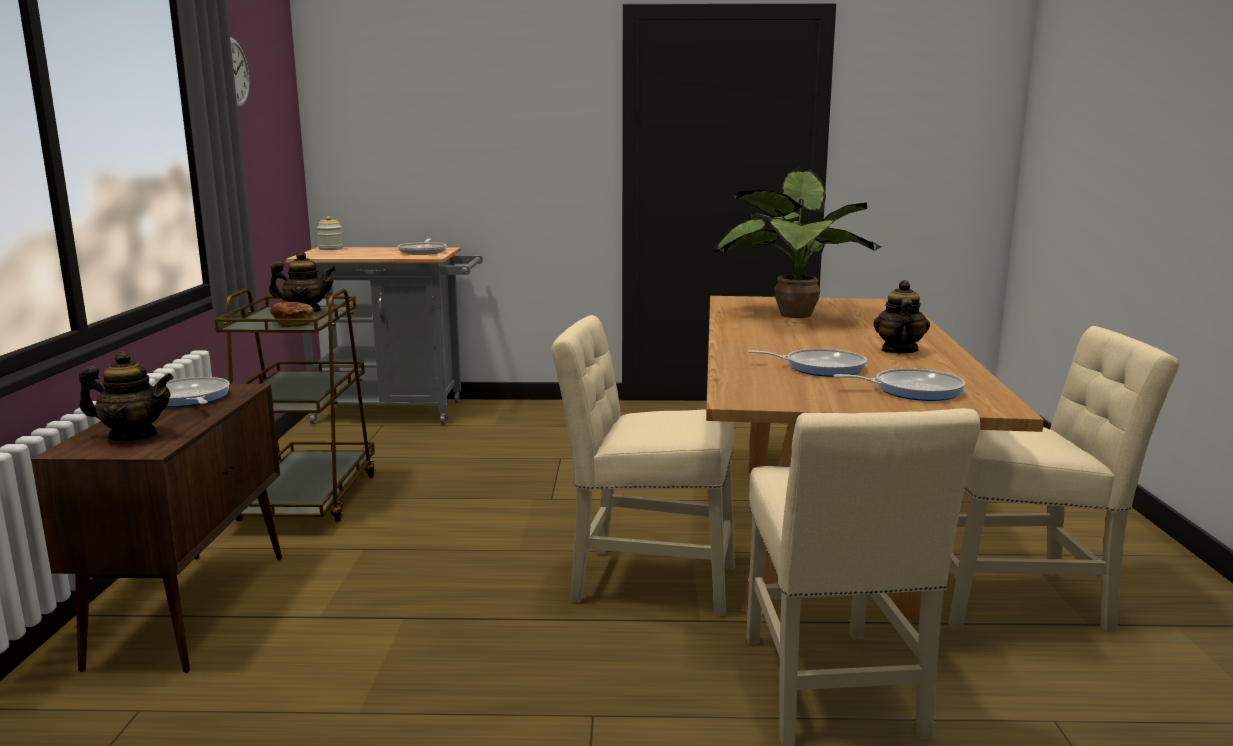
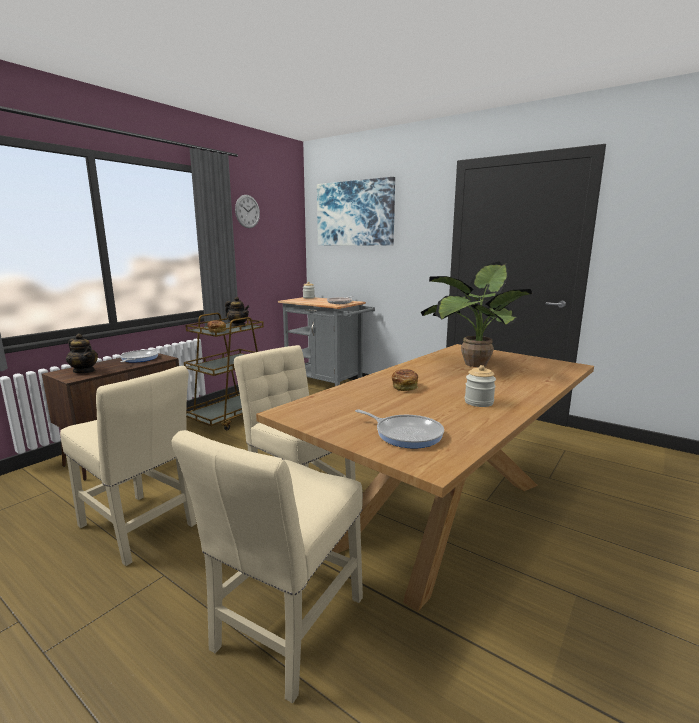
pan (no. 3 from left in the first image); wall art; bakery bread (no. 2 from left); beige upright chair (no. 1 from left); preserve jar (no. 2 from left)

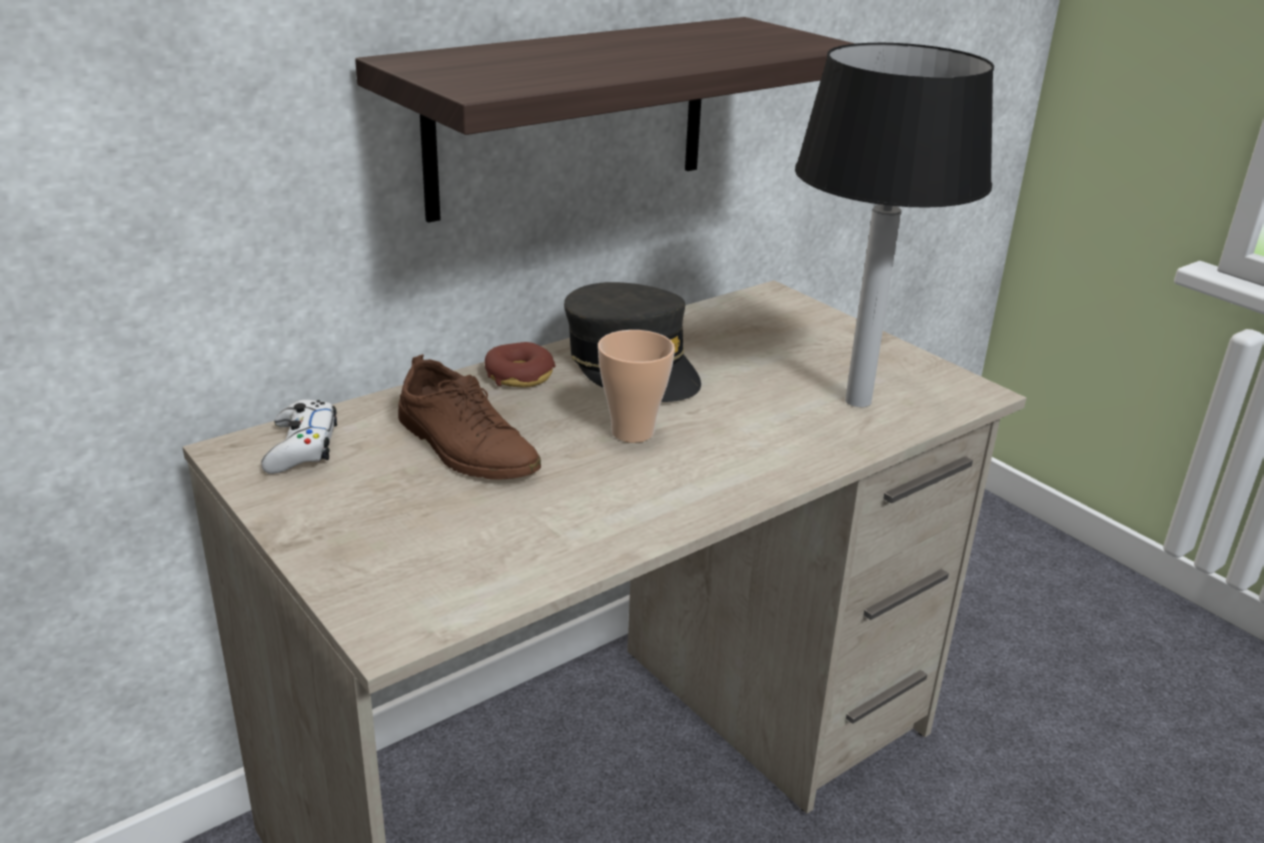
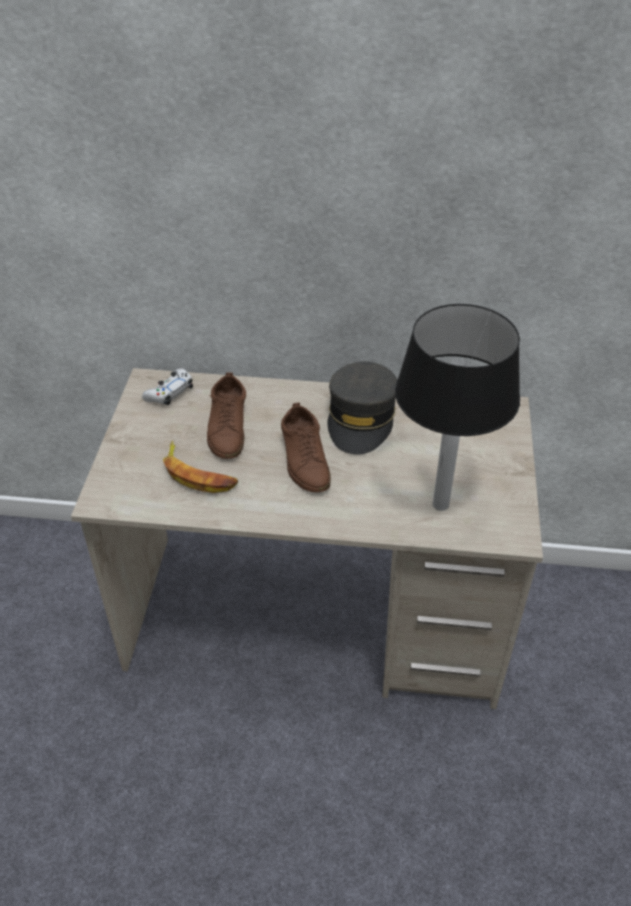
bracket shelf; doughnut; banana fruit; brown low shoe (no. 2 from left)

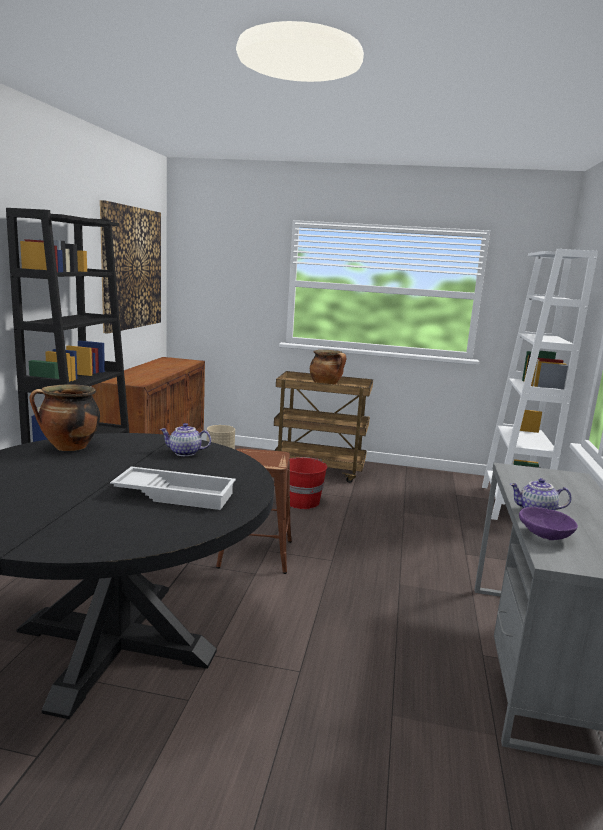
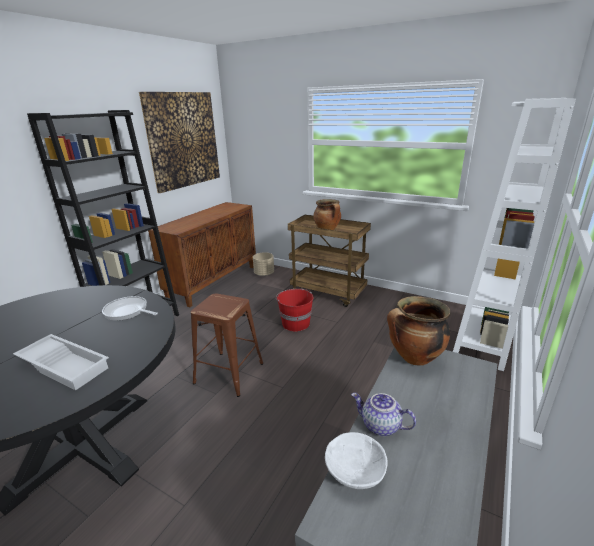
stockpot (no. 2 from left); pan; whitish serving bowl

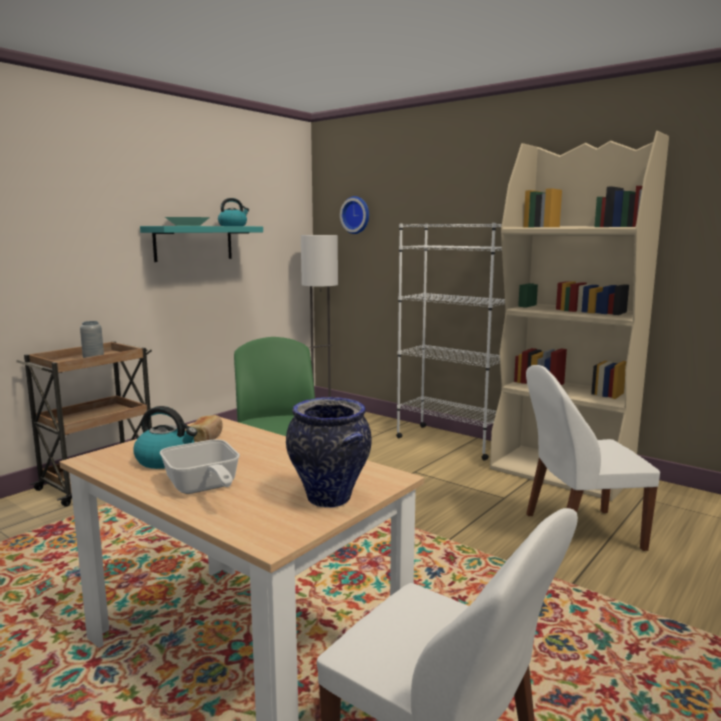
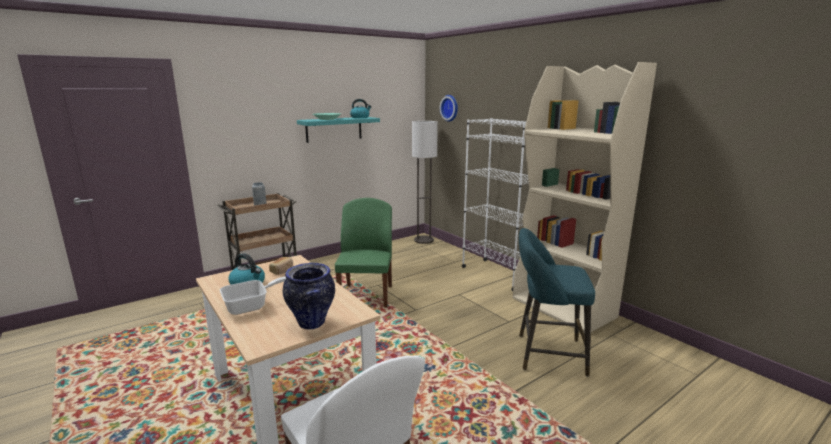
turquoise sitting stool; pan

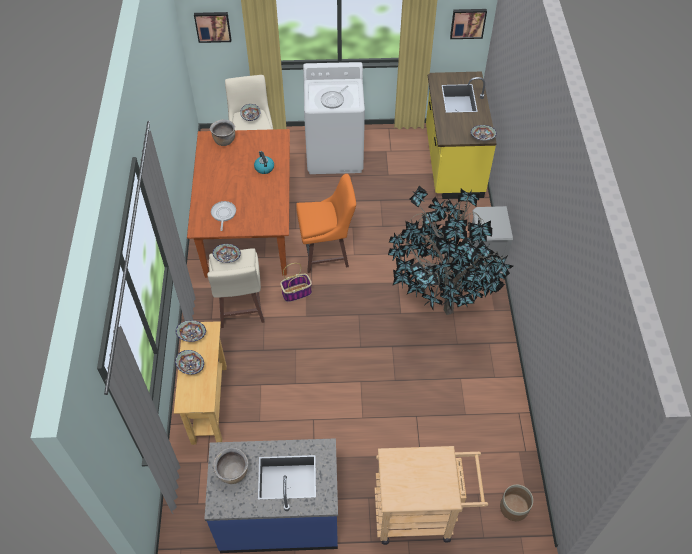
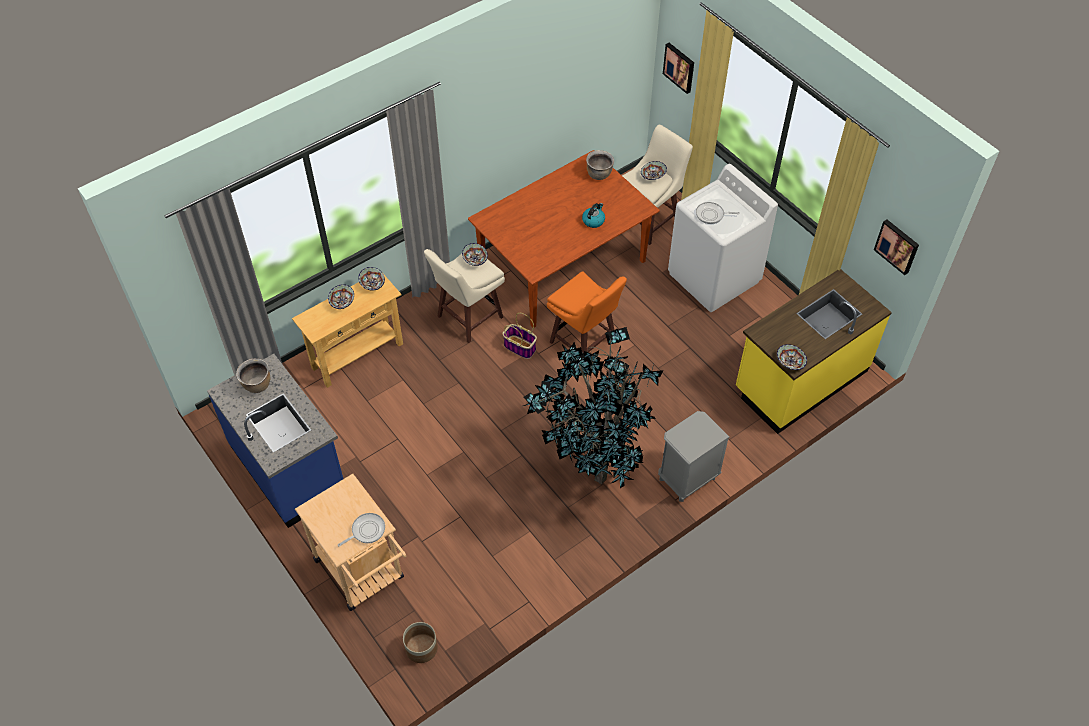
pan (no. 1 from left)

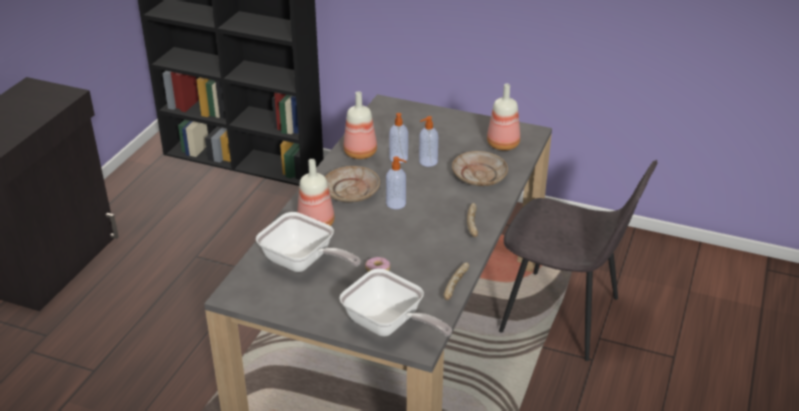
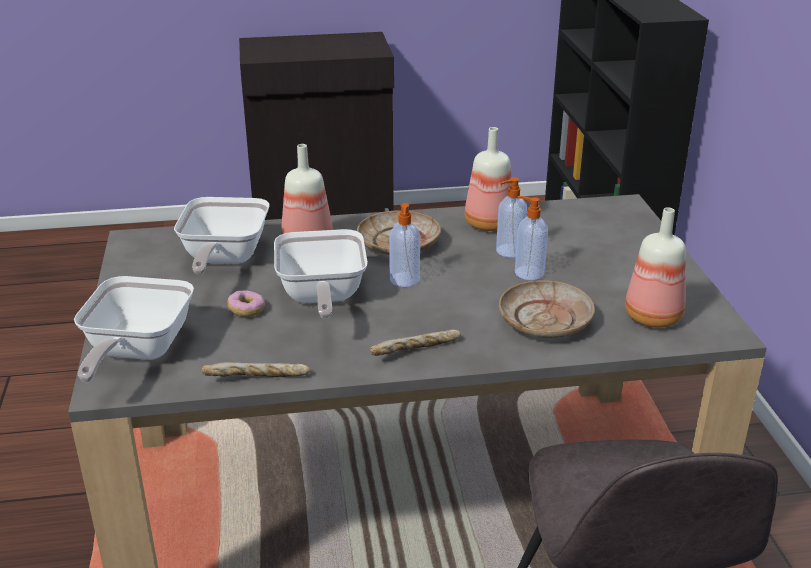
pan (no. 3 from left)

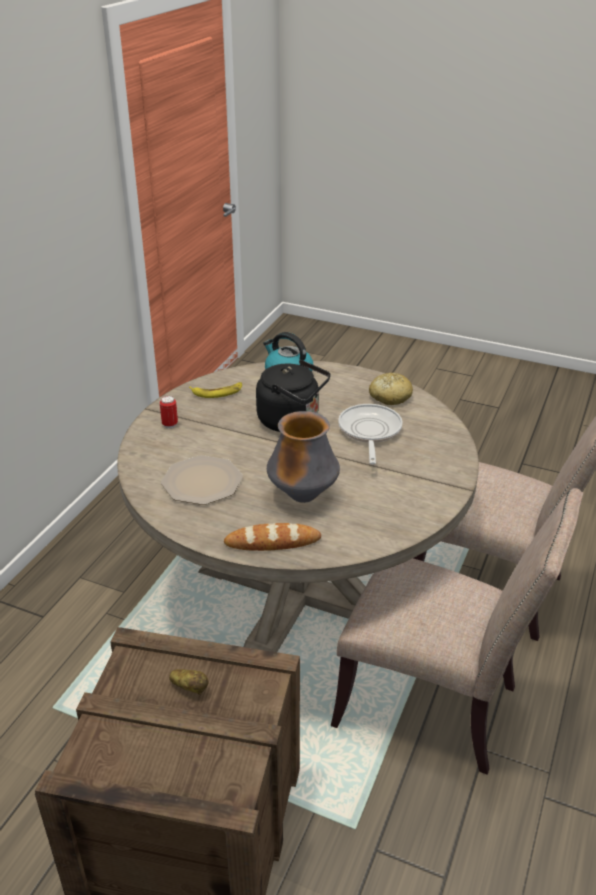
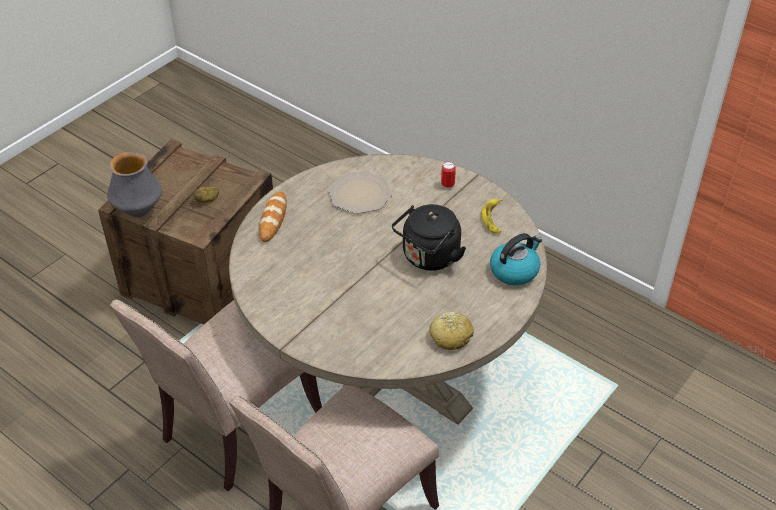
pan; vase

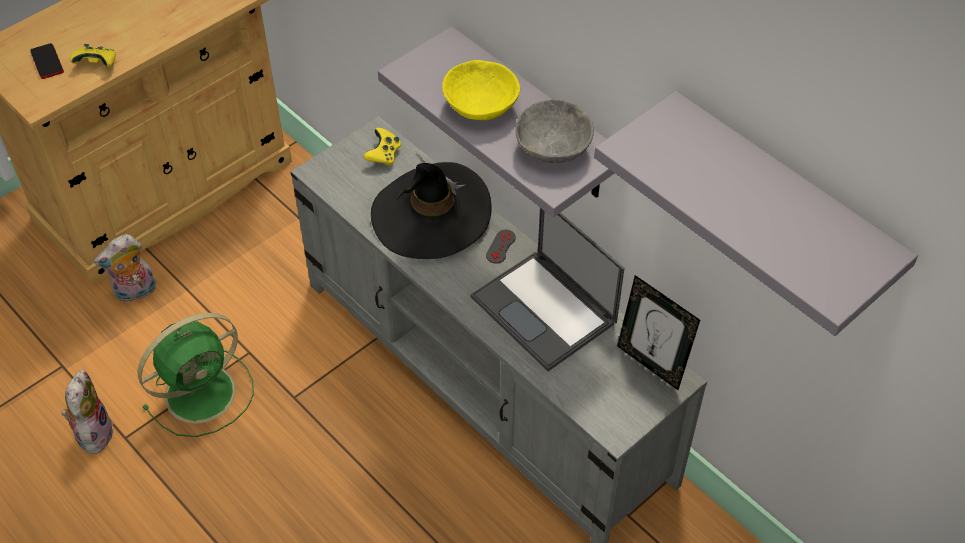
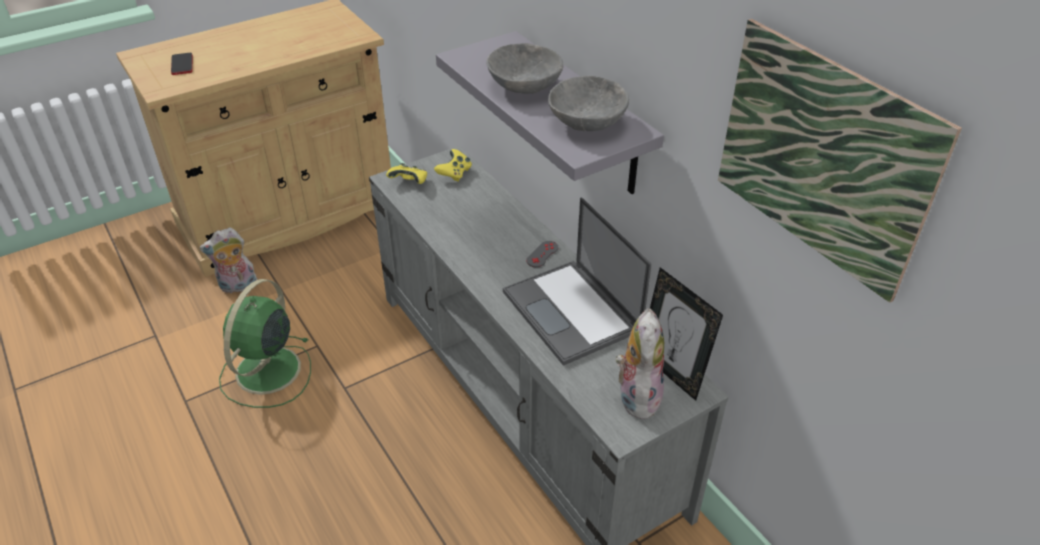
black-coloured hat; cuddly toy (no. 2 from left); yellow-coloured joypad (no. 1 from left); wall art; greyish serving bowl (no. 1 from left); green-coloured fan

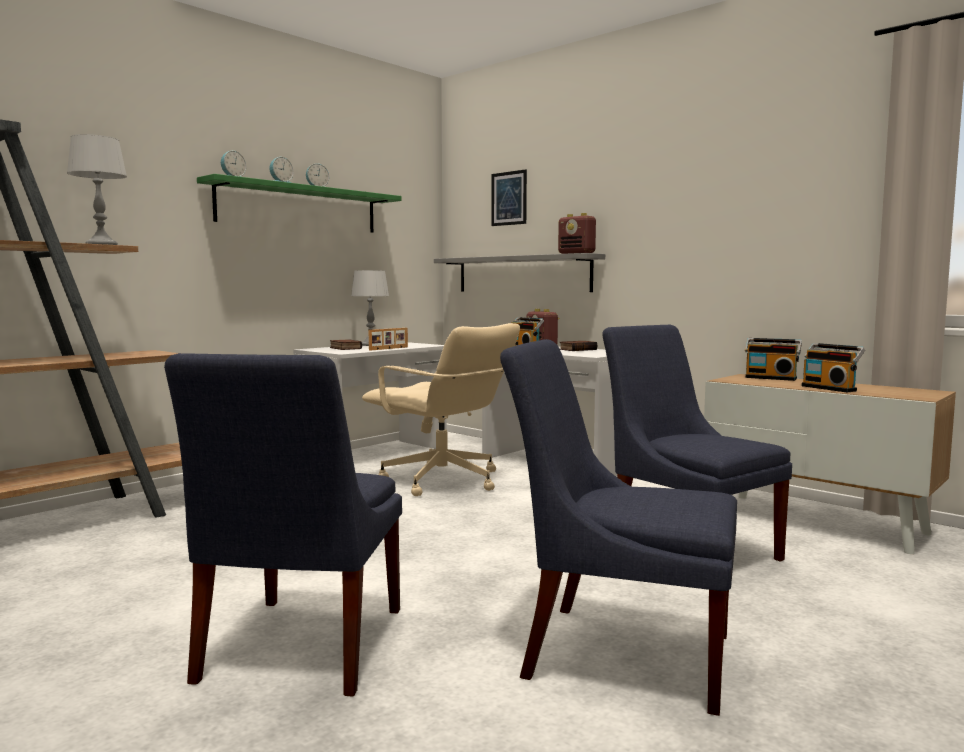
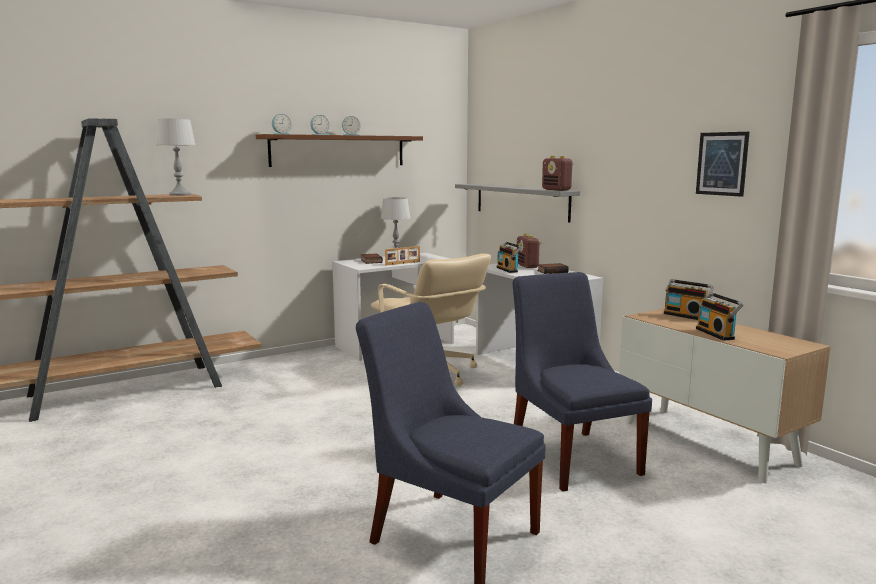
bluish upright chair (no. 1 from left in the first image); wall art; brown bracket shelf

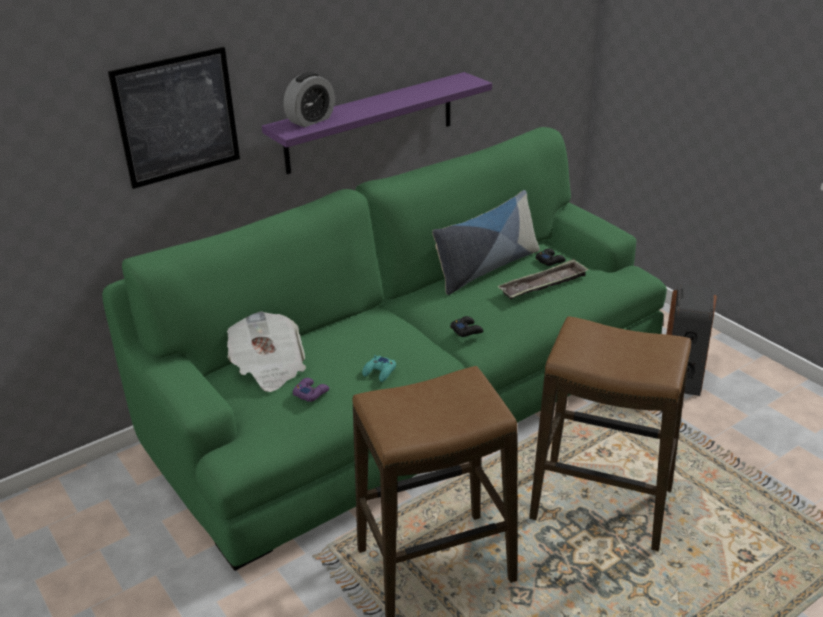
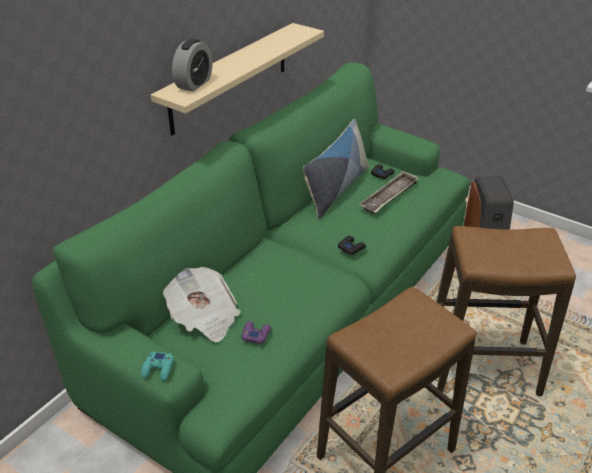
wall art; turquoise joypad; beige bracket shelf

